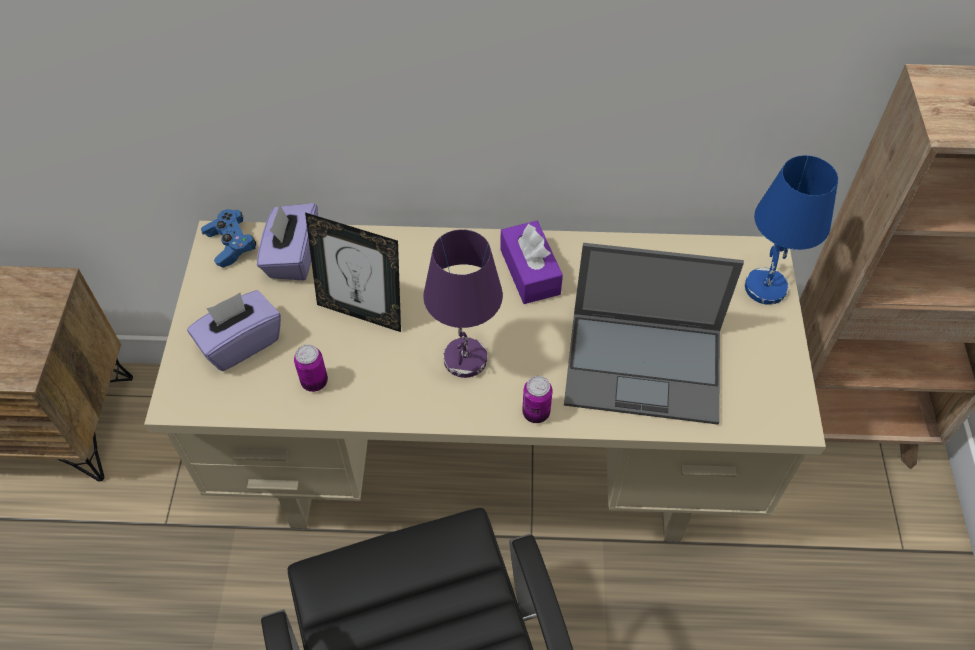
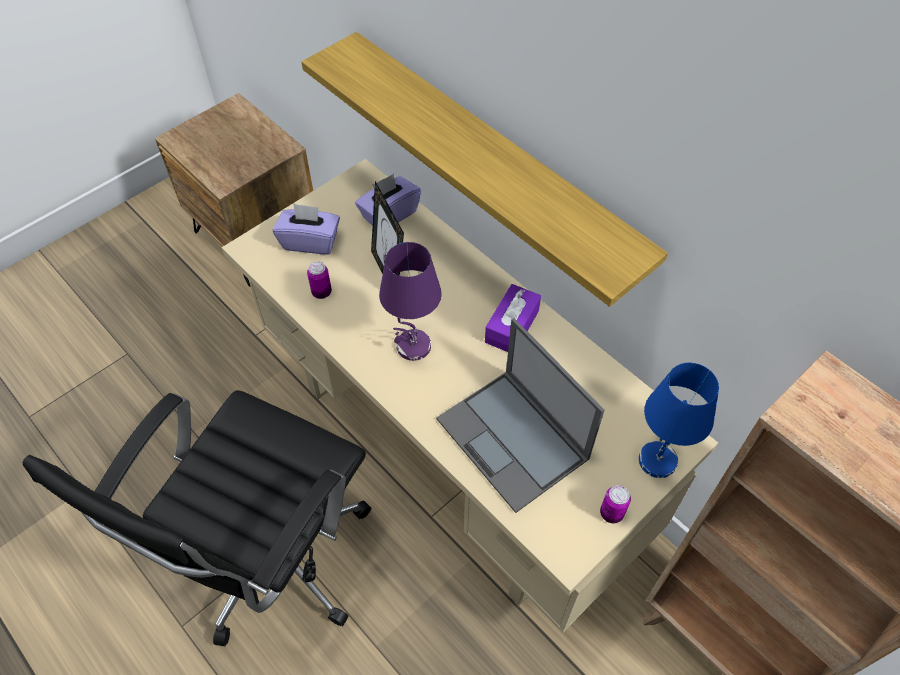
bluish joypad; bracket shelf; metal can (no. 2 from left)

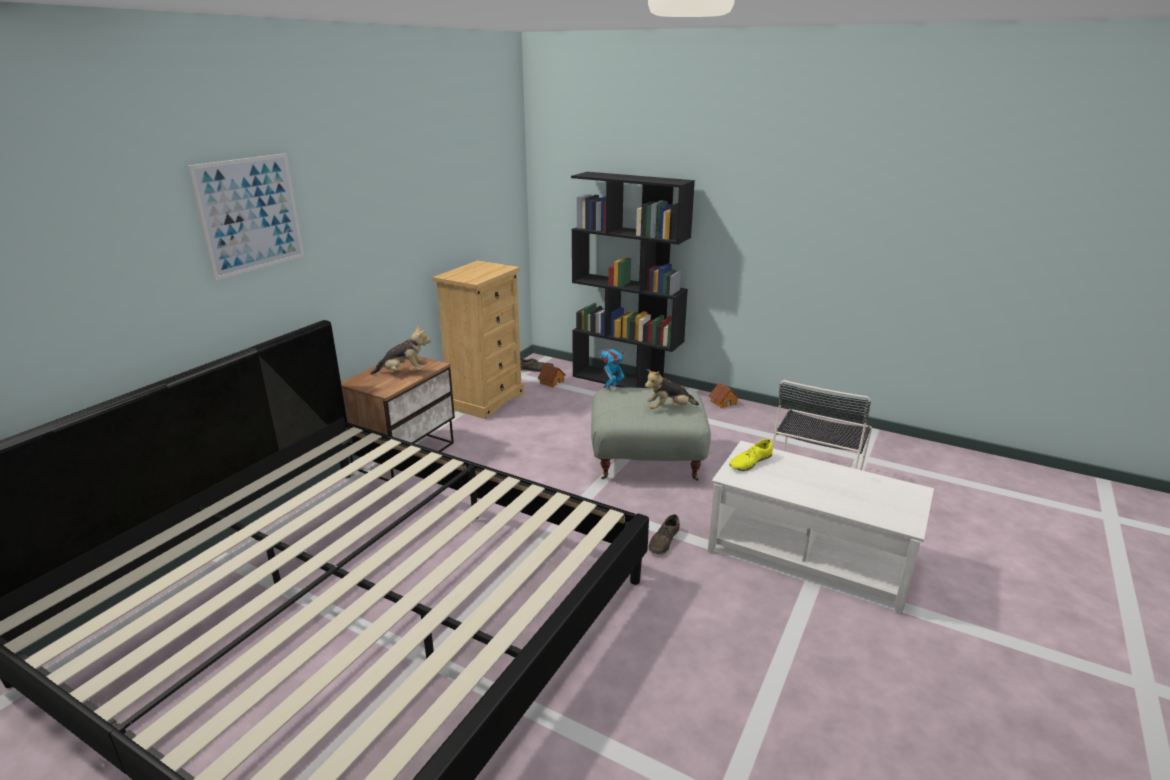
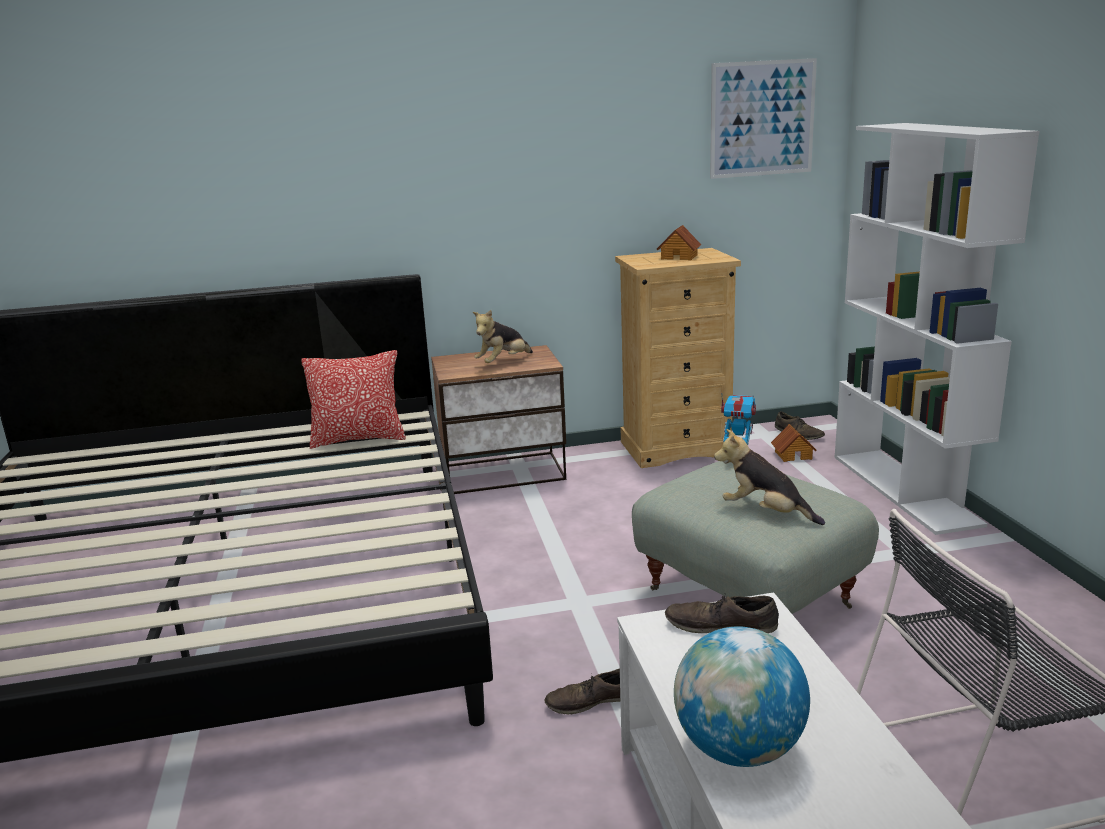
cushion; globe; wall art; model house (no. 1 from left); whitish shelving unit; brown low shoe (no. 2 from left); cuddly toy (no. 1 from left)

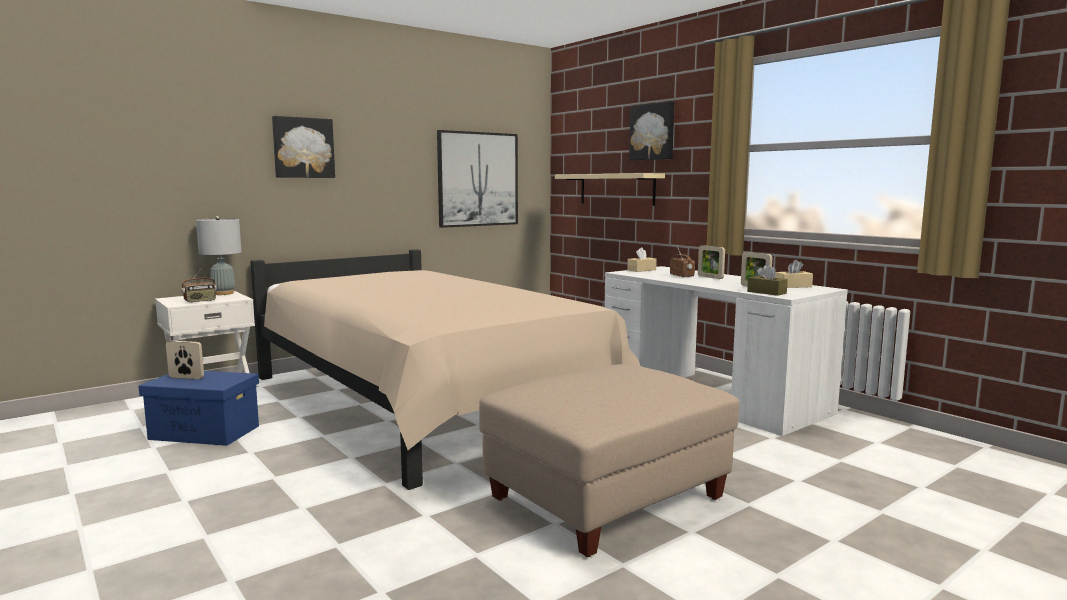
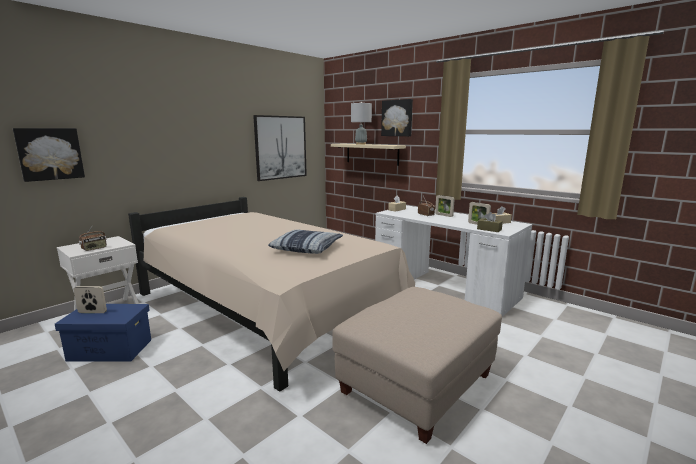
cushion; greyish tabletop lamp; wall art (no. 1 from left)

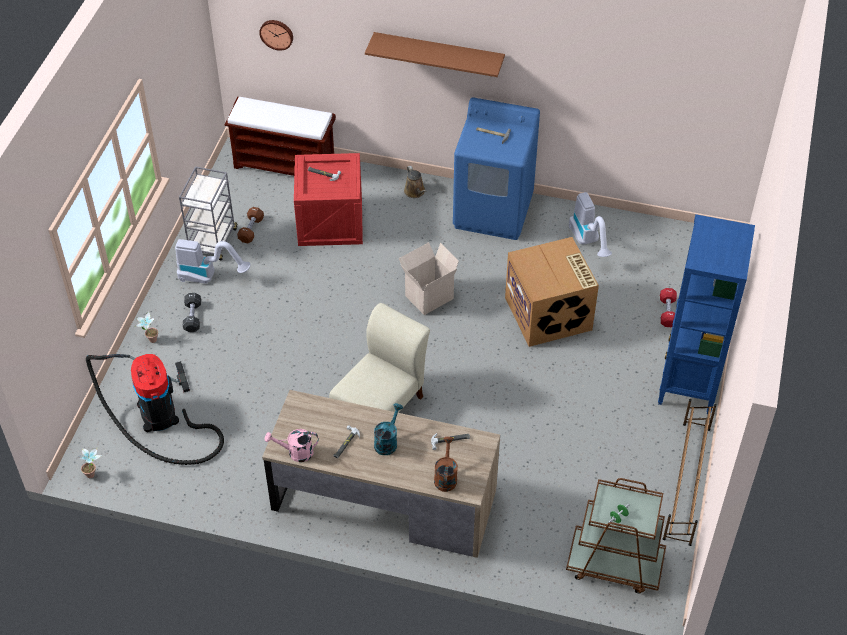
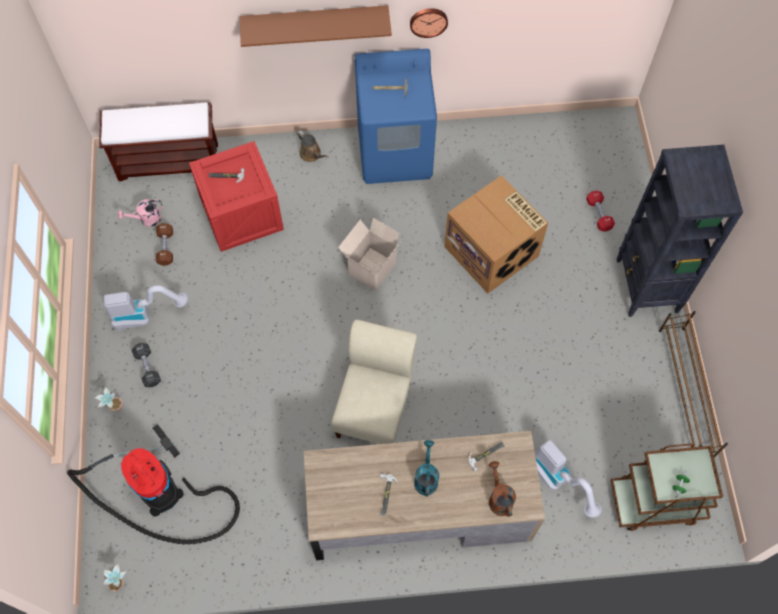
greyish trolley; clock on the wall; pink sprinkling can; vacuum cleaner (no. 3 from left); black-coloured shelving unit

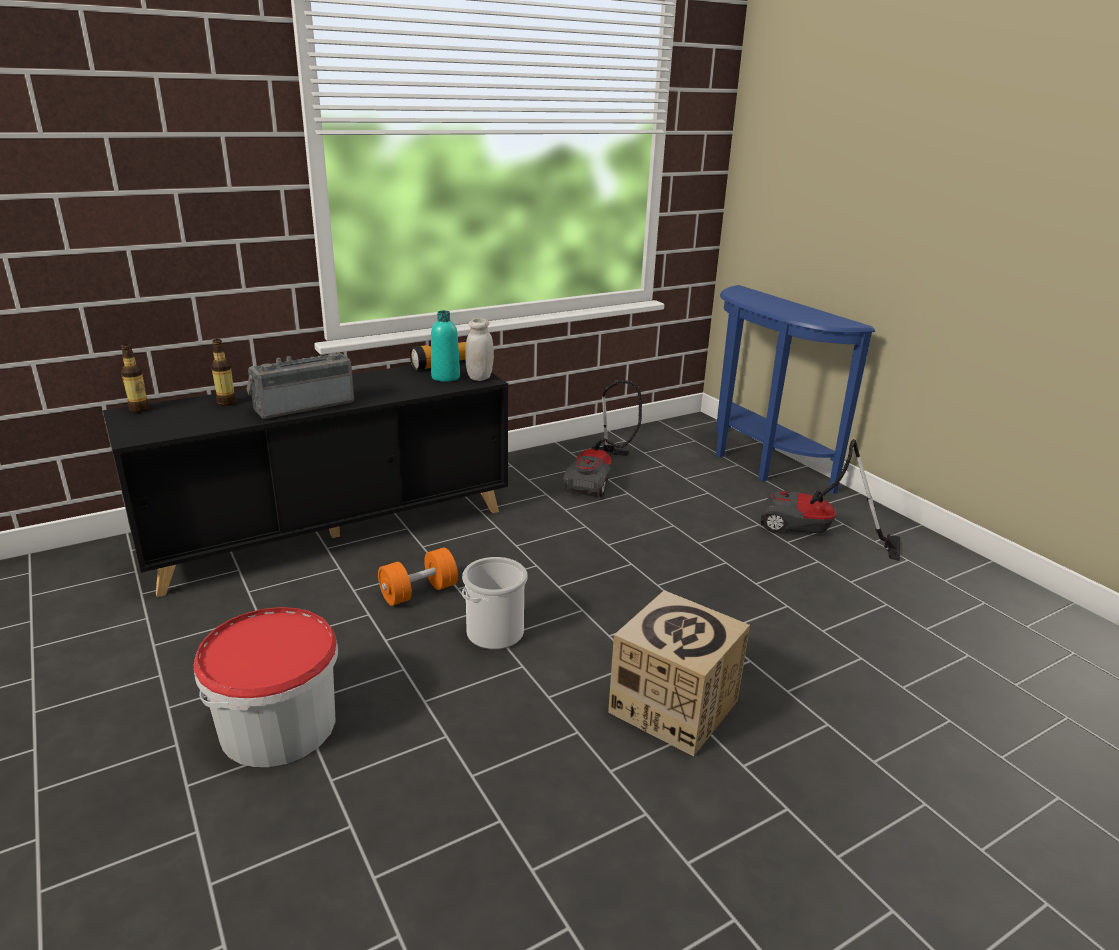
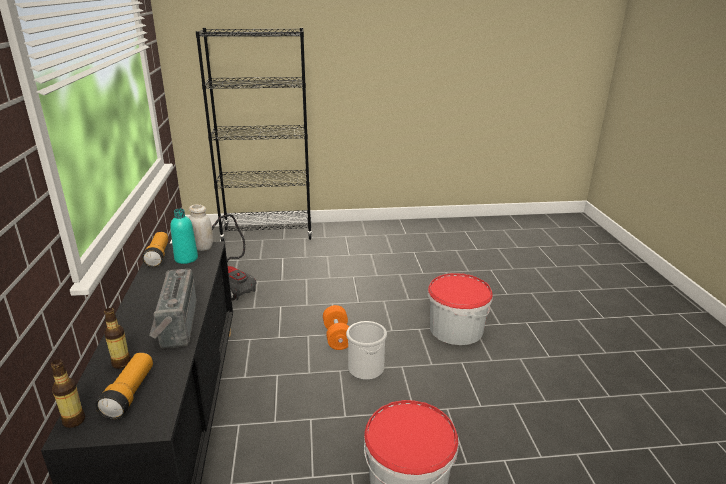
vacuum cleaner (no. 2 from left in the first image); hand torch (no. 1 from left); orangey dumbbell; pail (no. 3 from left); black-coloured shelving unit

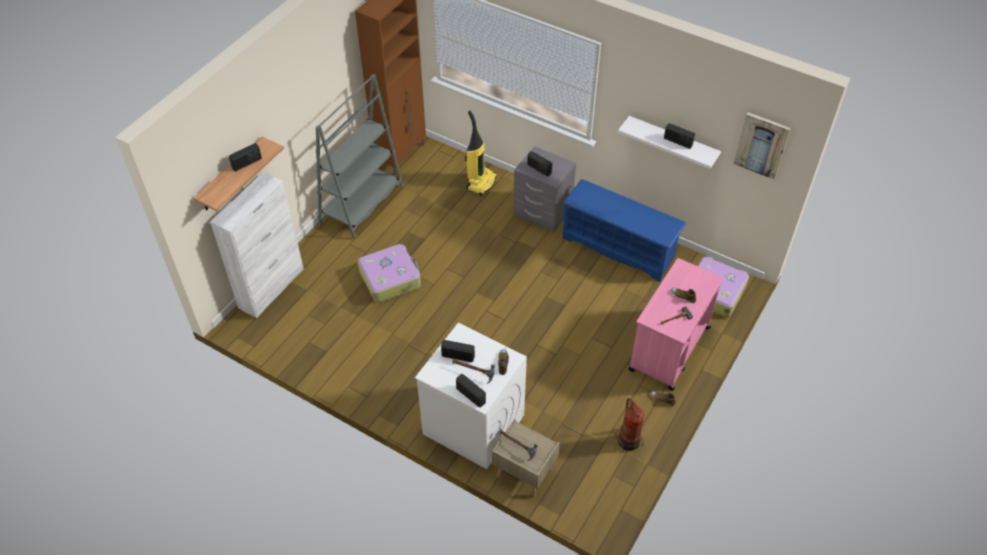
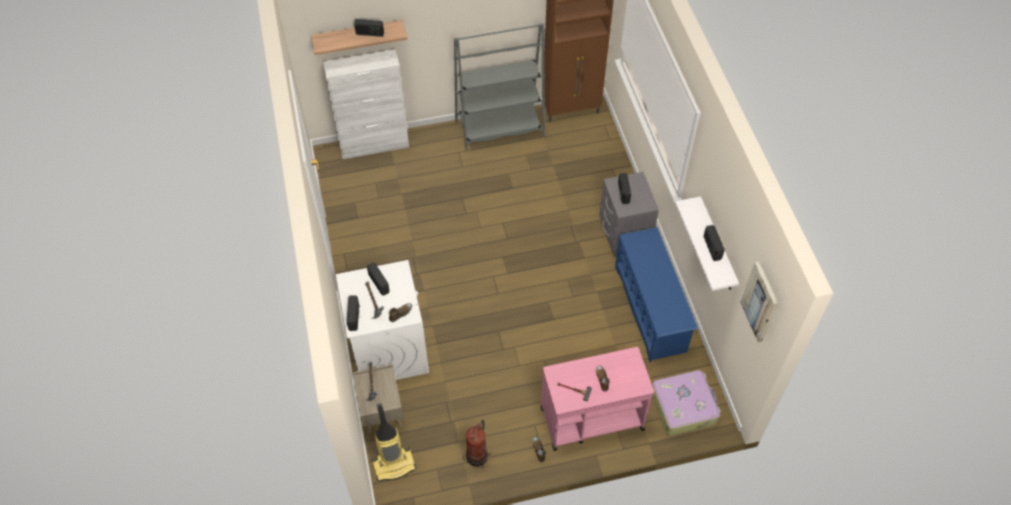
piece of luggage (no. 1 from left in the first image); vacuum cleaner

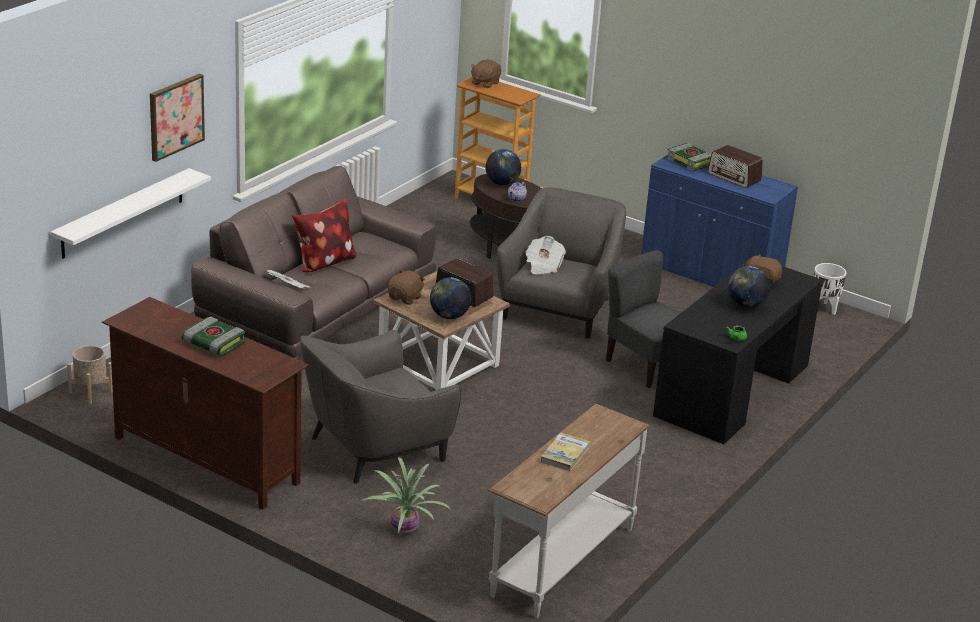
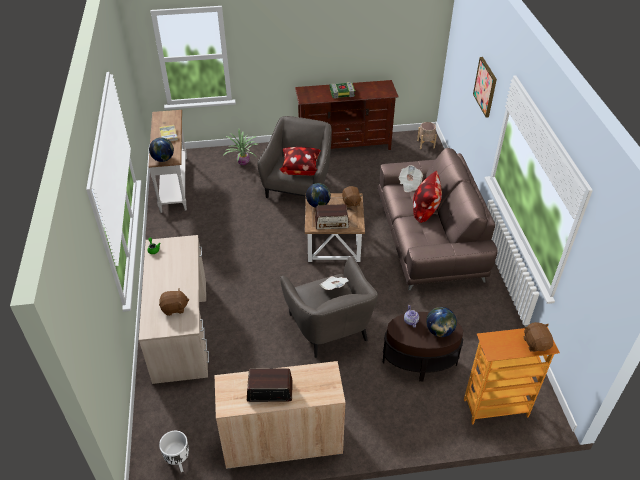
whitish bracket shelf; greyish upright chair; bound book (no. 3 from left in the first image); cushion (no. 1 from left); globe (no. 1 from left); beige storage cabinet; beige desk

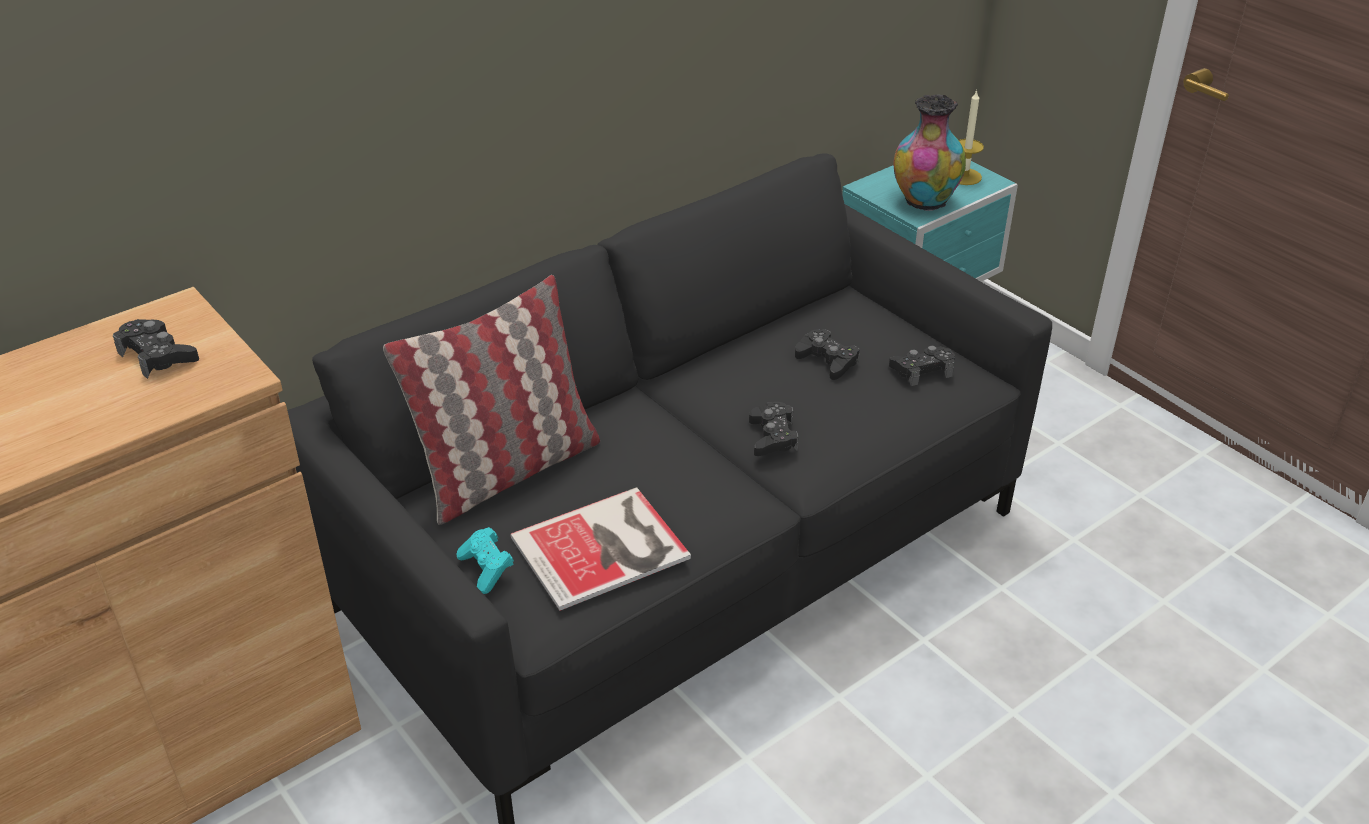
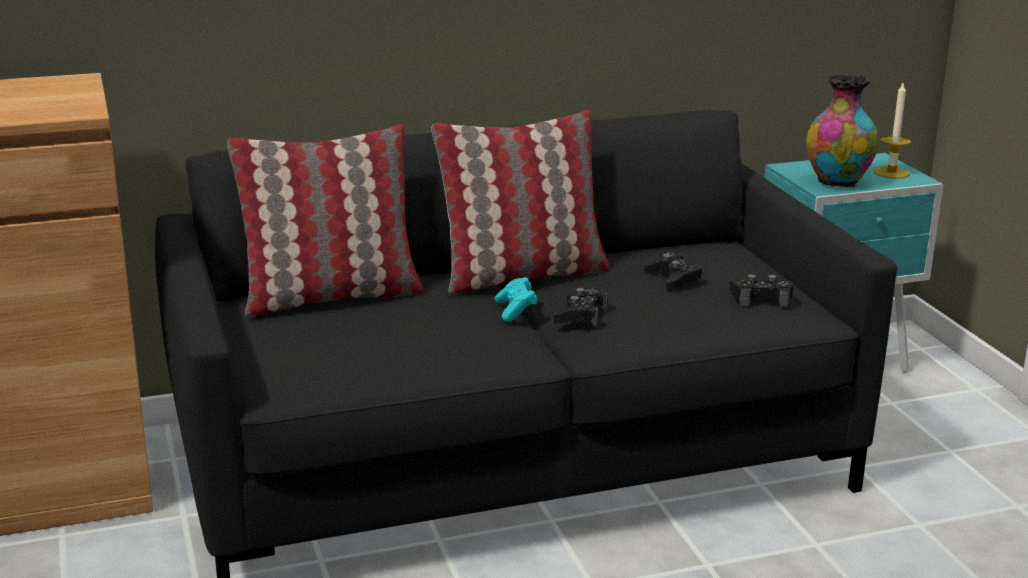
black-coloured joypad (no. 1 from left in the first image); bound book; cushion (no. 2 from left); turquoise joypad

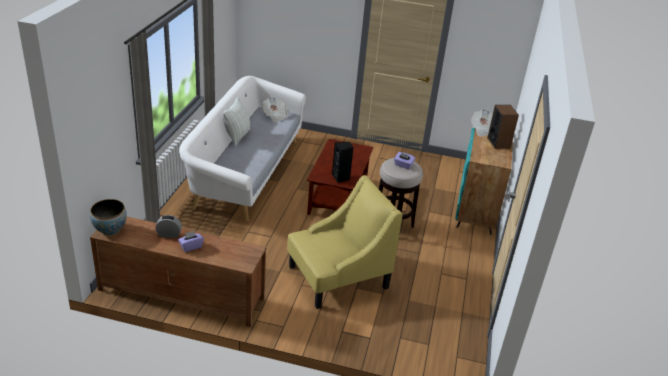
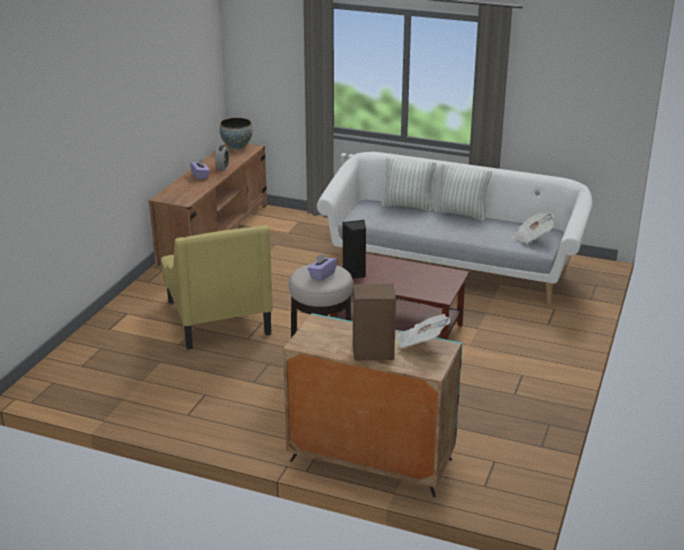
cushion (no. 1 from left)

